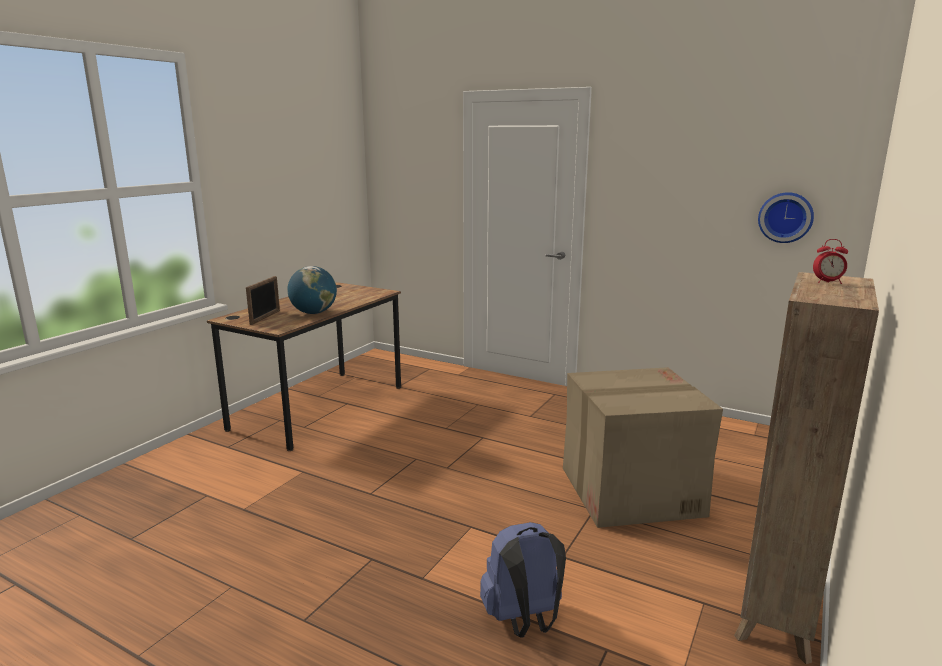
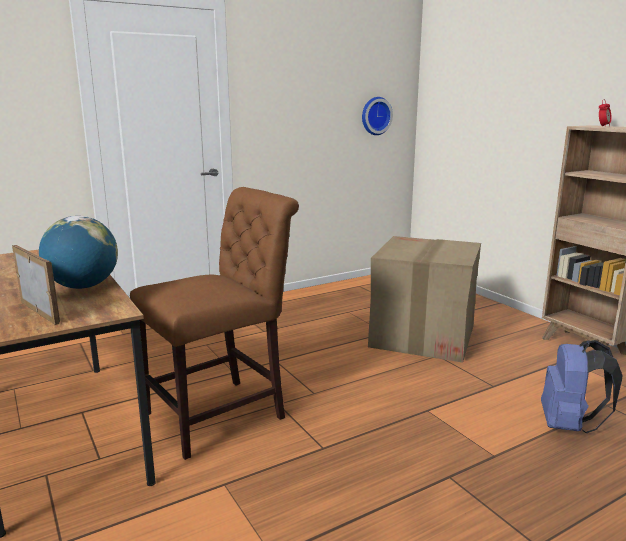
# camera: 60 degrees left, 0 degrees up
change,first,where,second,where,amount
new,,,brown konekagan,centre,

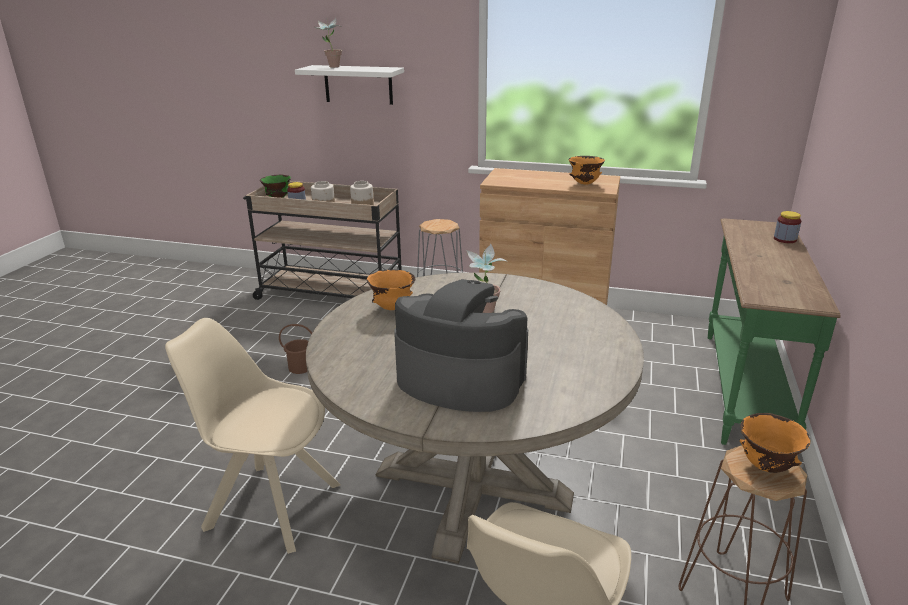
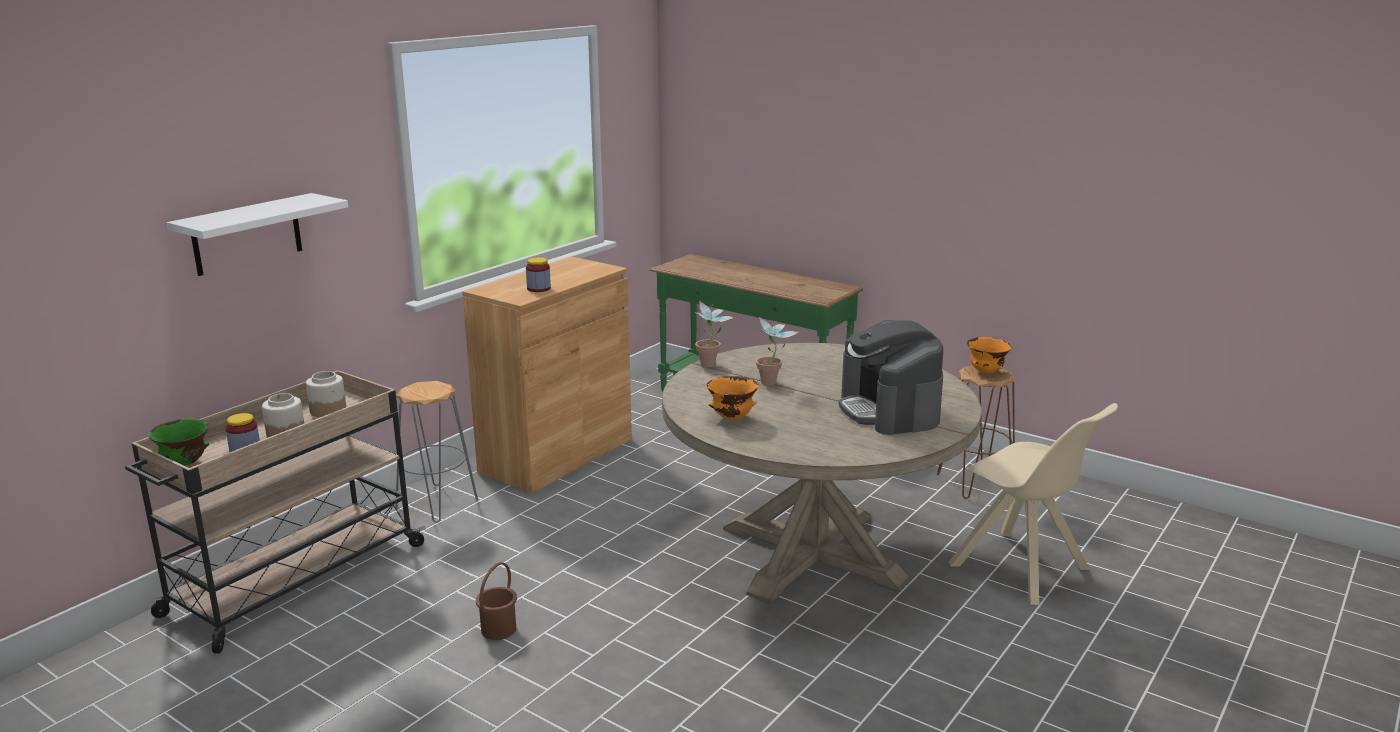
# camera: 70 degrees left, 5 degrees down
change,first,where,second,where,amount
shifted,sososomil (no. 1 from left),top centre,,centre,
gone,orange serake (no. 2 from left),top centre,,,
shifted,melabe (no. 4 from left),middle right,,centre,
rotated,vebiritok,centre,,centre,60 degrees counterclockwise
gone,beige konekagan (no. 1 from left),bottom left,,,

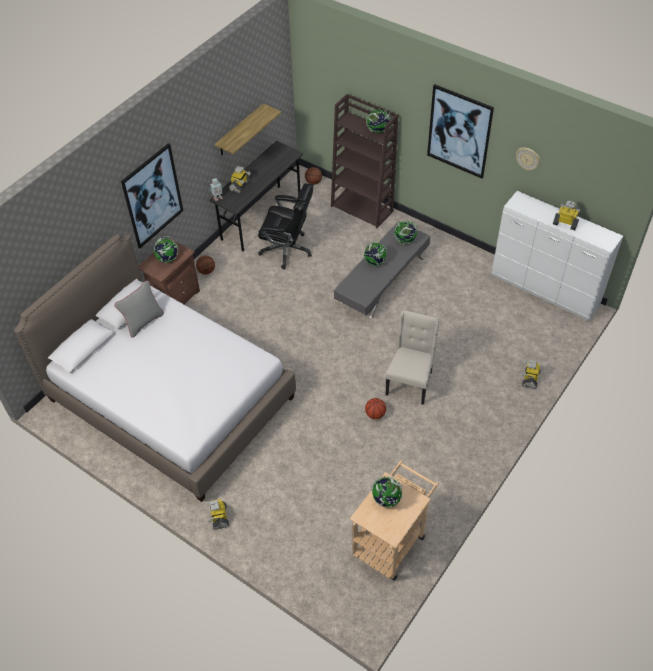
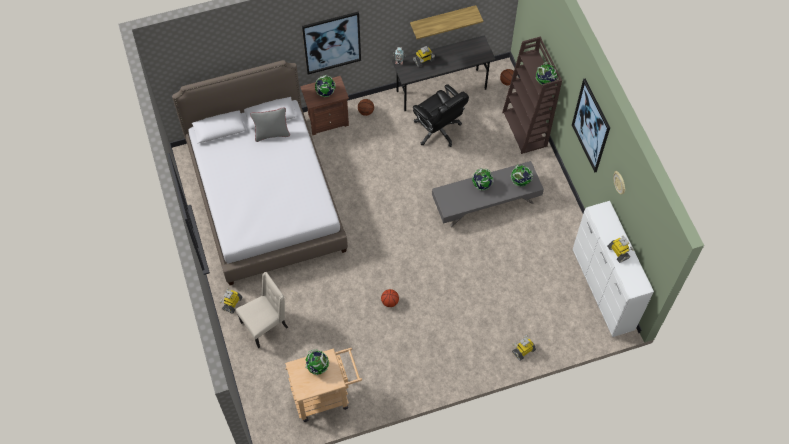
# camera: 35 degrees right, 10 degrees up
change,first,where,second,where,amount
shifted,beige konekagan,centre,,bottom left,

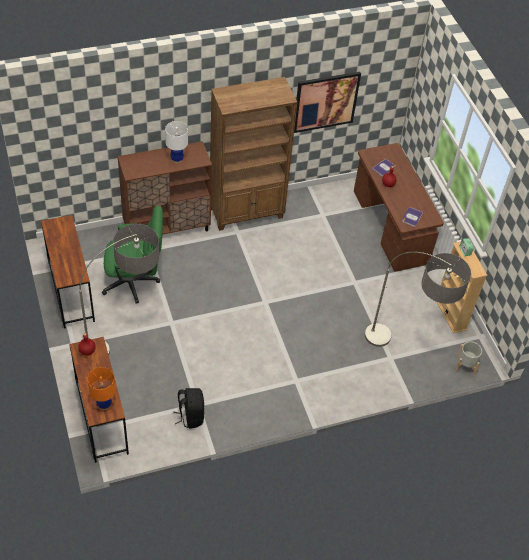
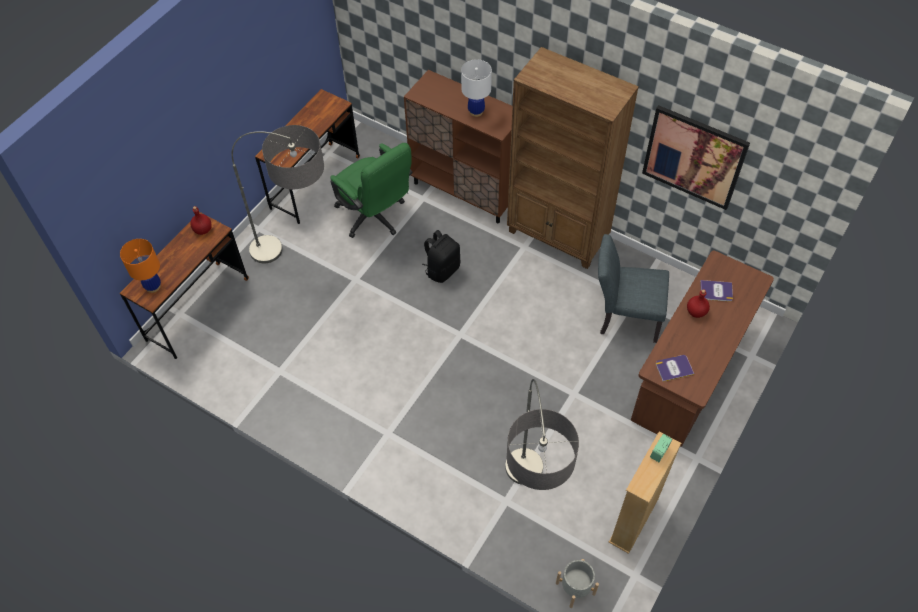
# camera: 55 degrees right, 5 degrees up
change,first,where,second,where,amount
shifted,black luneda,bottom centre,,centre,
new,,,grey konekagan,middle right,

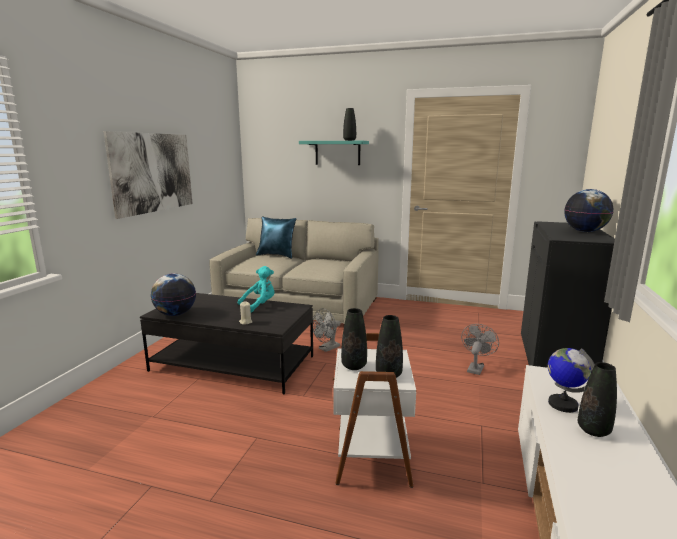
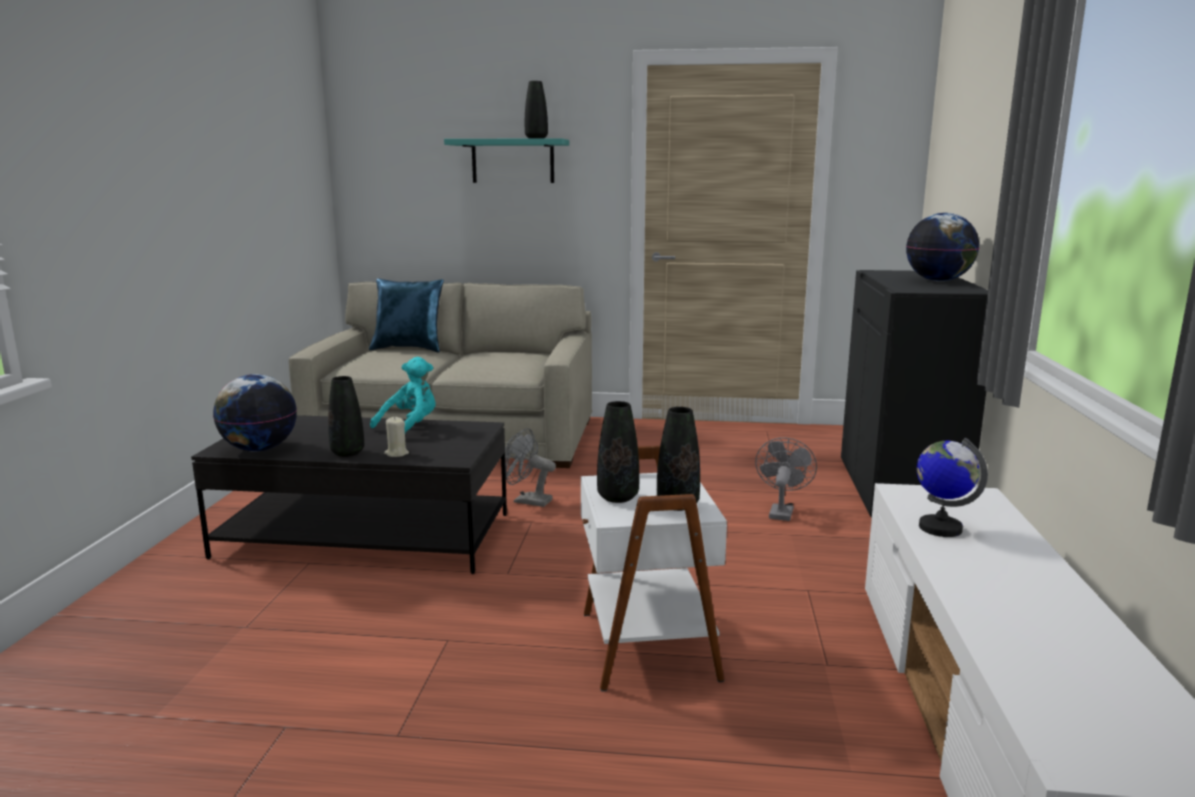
# camera: 10 degrees left, 0 degrees up
change,first,where,second,where,amount
gone,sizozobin,top left,,,
rotated,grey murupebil (no. 1 from left),centre,,centre,75 degrees clockwise
shifted,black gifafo (no. 4 from left in the first image),bottom right,black gifafo (no. 1 from left),middle left,

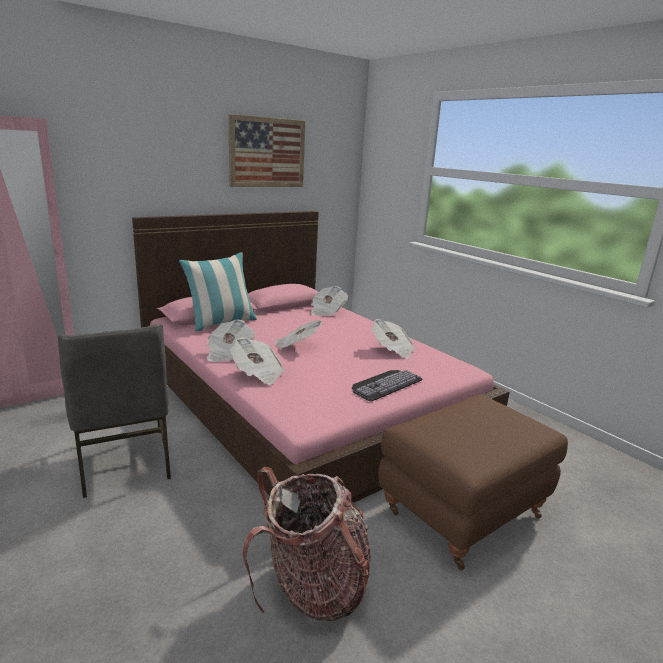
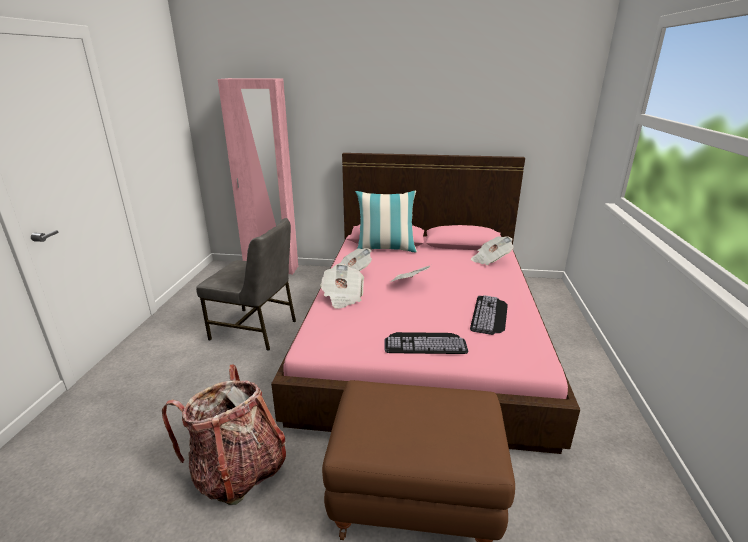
# camera: 45 degrees right, 5 degrees up
change,first,where,second,where,amount
gone,sizozobin,top centre,,,
swapped,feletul (no. 5 from left),centre,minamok (no. 2 from left),centre,
rotated,grey konekagan,middle left,,middle left,90 degrees counterclockwise

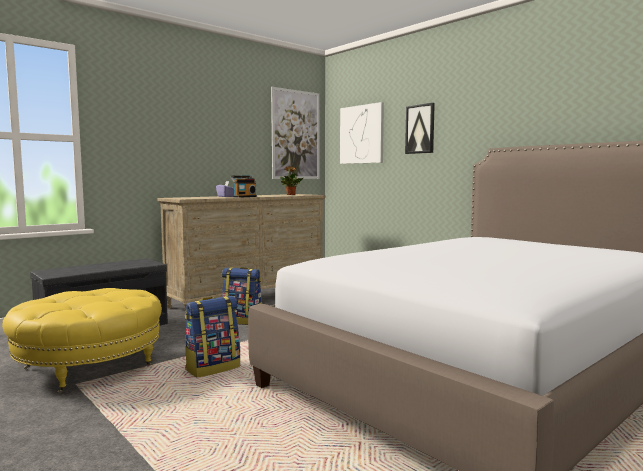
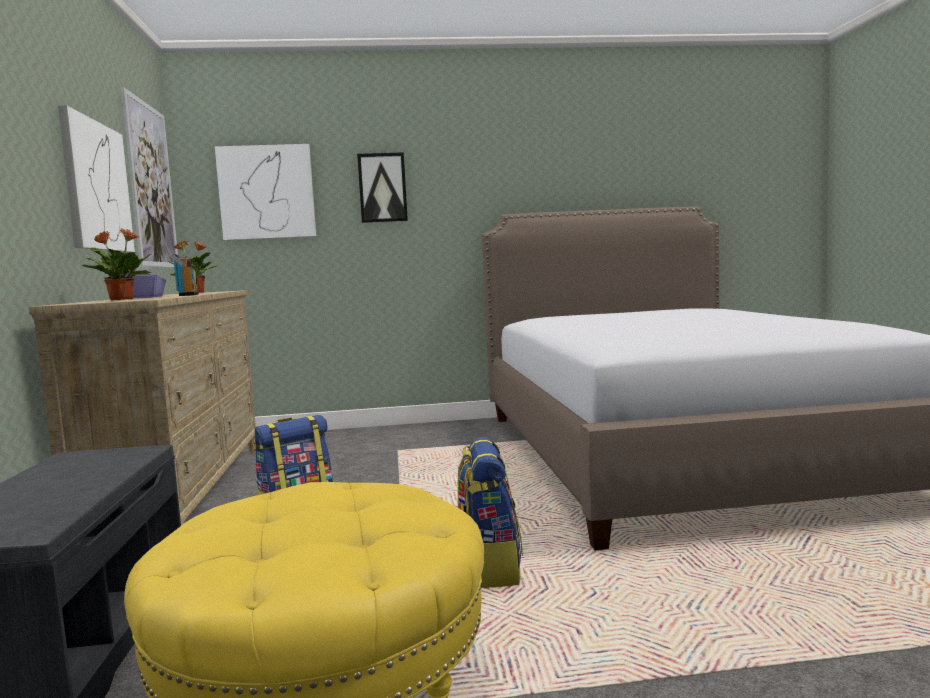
# camera: 55 degrees left, 0 degrees up
change,first,where,second,where,amount
new,,,sizozobin (no. 1 from left),top left,
new,,,sososomil (no. 1 from left),middle left,

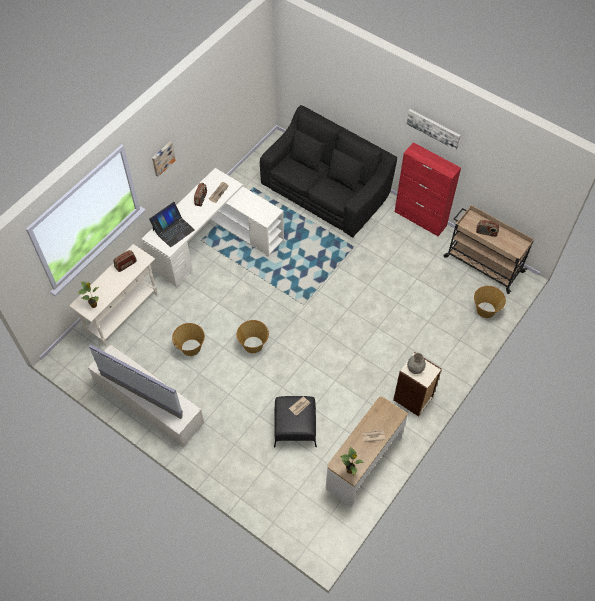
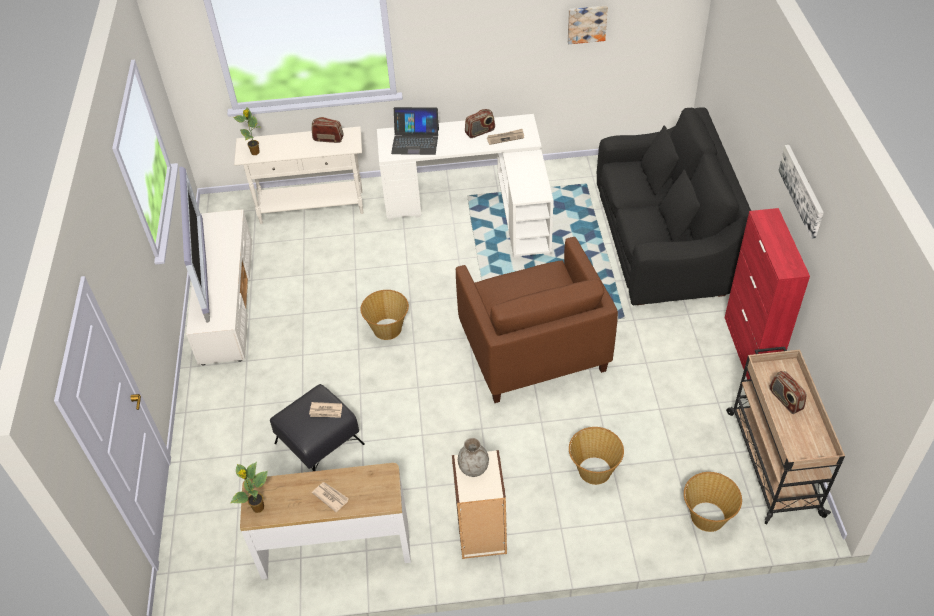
# camera: 50 degrees right, 10 degrees down
change,first,where,second,where,amount
shifted,sizozobin (no. 1 from left),top left,,top centre,
shifted,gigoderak (no. 1 from left in the first image),middle left,gigoderak (no. 2 from left),bottom centre,
new,,,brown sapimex,centre,

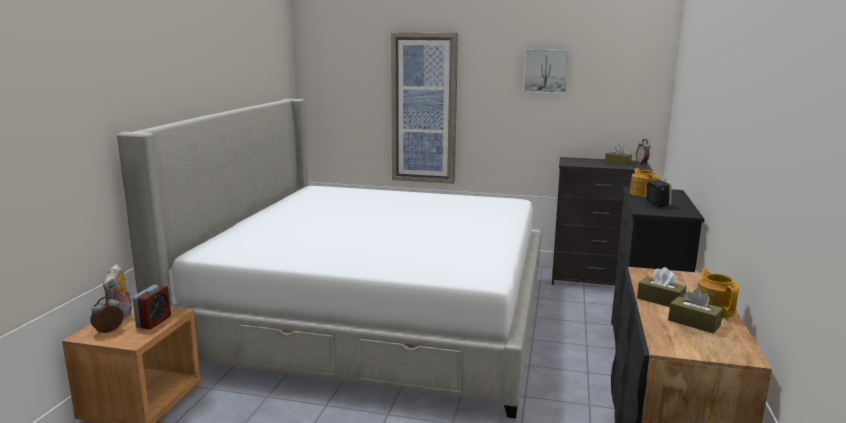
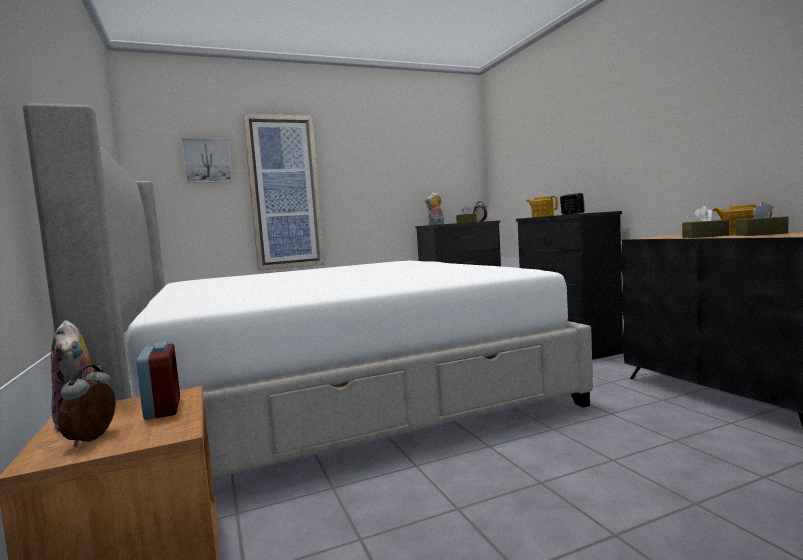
# camera: 35 degrees left, 10 degrees down
change,first,where,second,where,amount
shifted,sizozobin (no. 2 from left in the first image),top centre,sizozobin (no. 1 from left),top left,
new,,,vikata (no. 2 from left),centre,

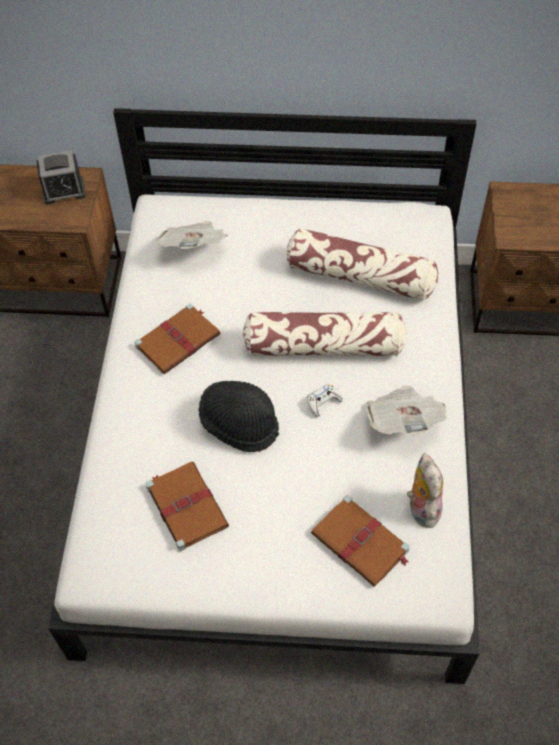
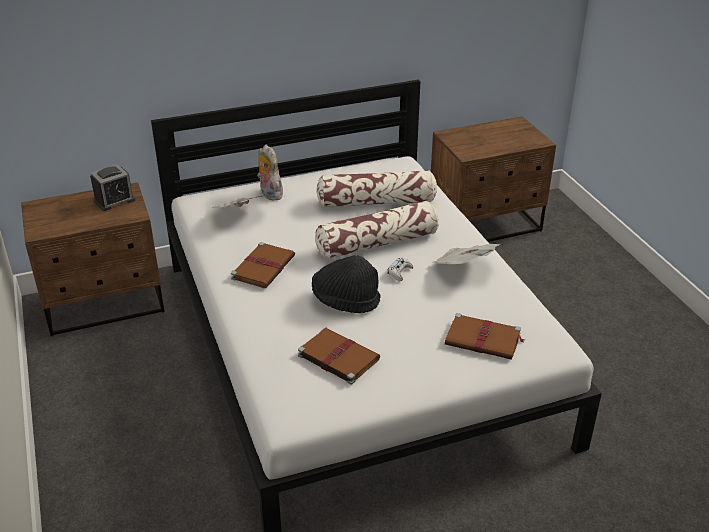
# camera: 25 degrees left, 20 degrees down
change,first,where,second,where,amount
shifted,vikata,middle right,,top centre,

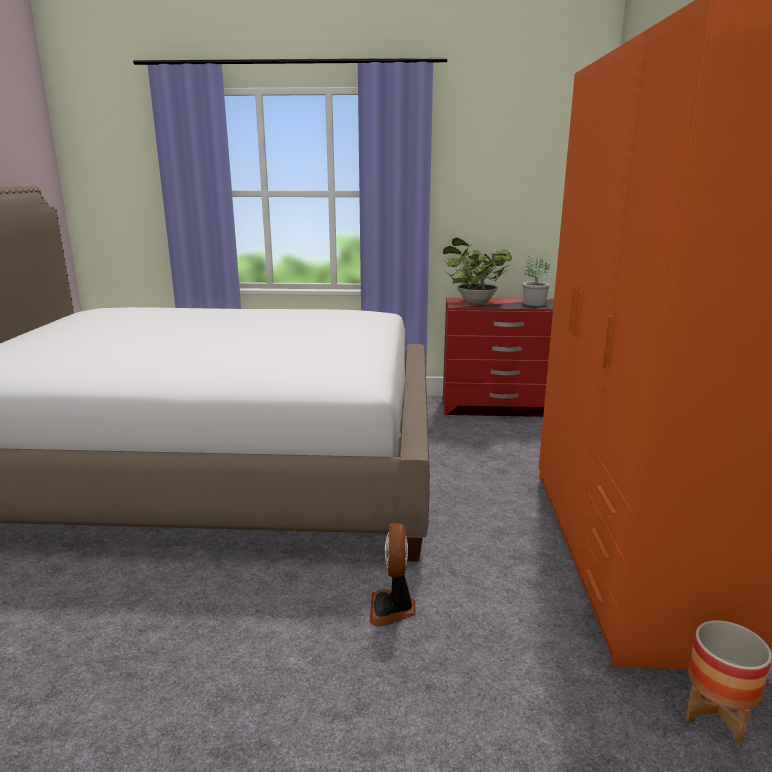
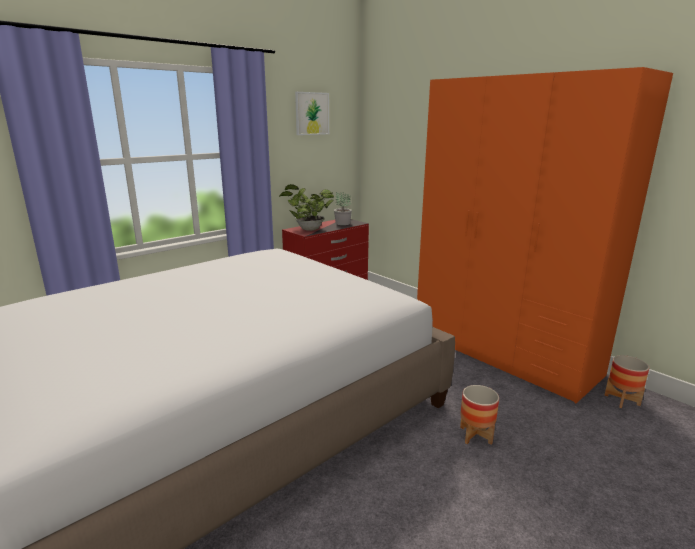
# camera: 45 degrees left, 0 degrees up
change,first,where,second,where,amount
swapped,murupebil,bottom centre,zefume (no. 1 from left),bottom right,
new,,,sizozobin,top centre,

